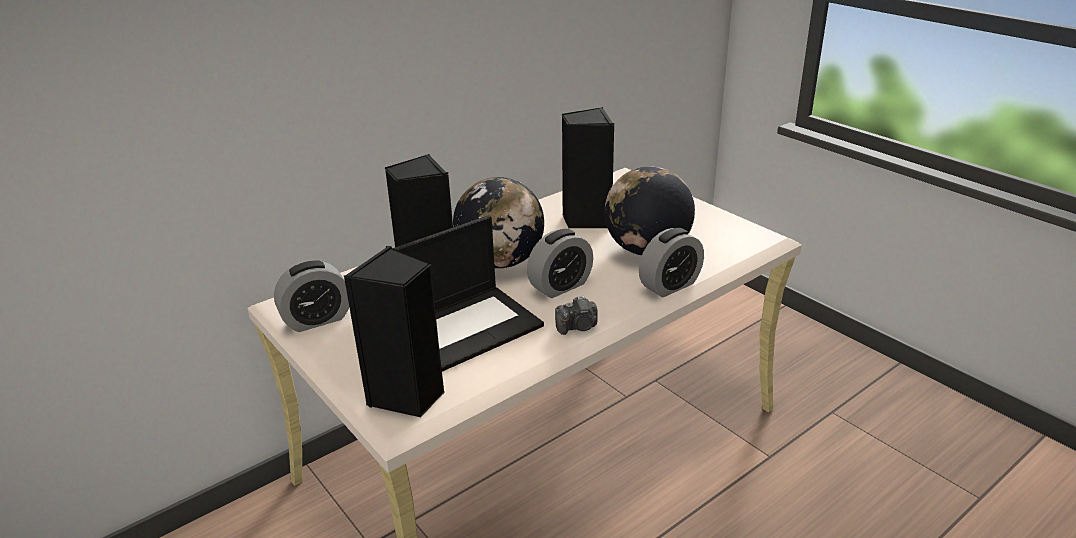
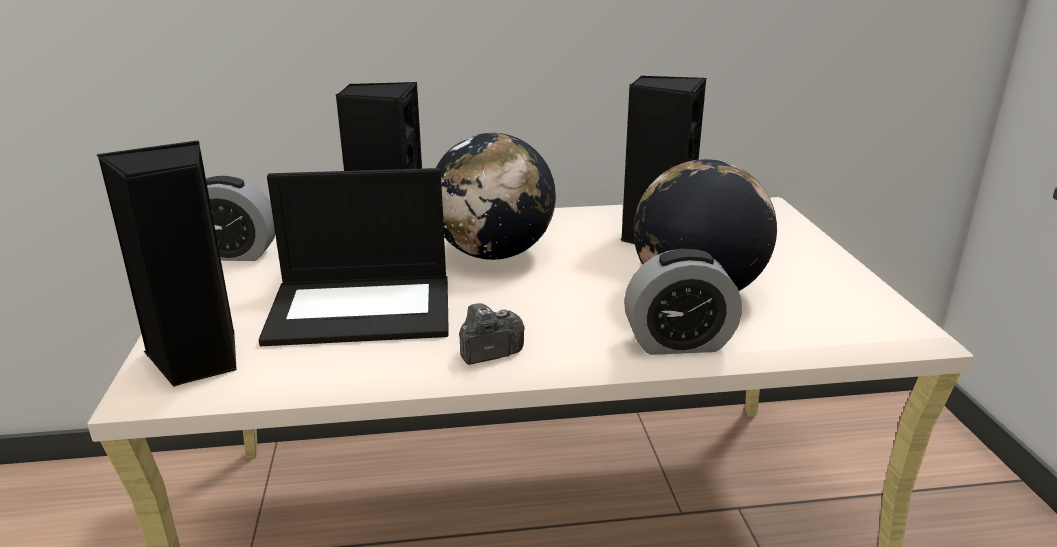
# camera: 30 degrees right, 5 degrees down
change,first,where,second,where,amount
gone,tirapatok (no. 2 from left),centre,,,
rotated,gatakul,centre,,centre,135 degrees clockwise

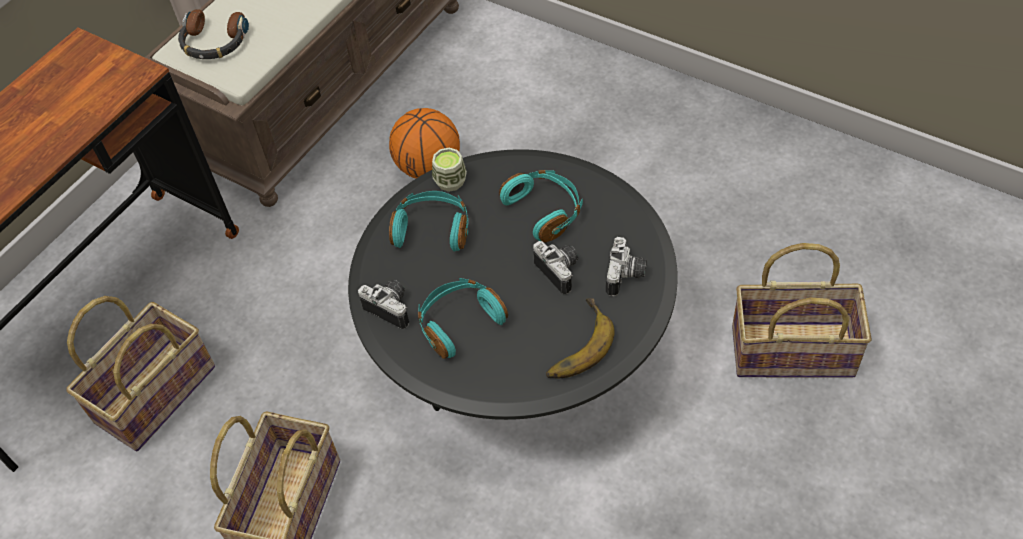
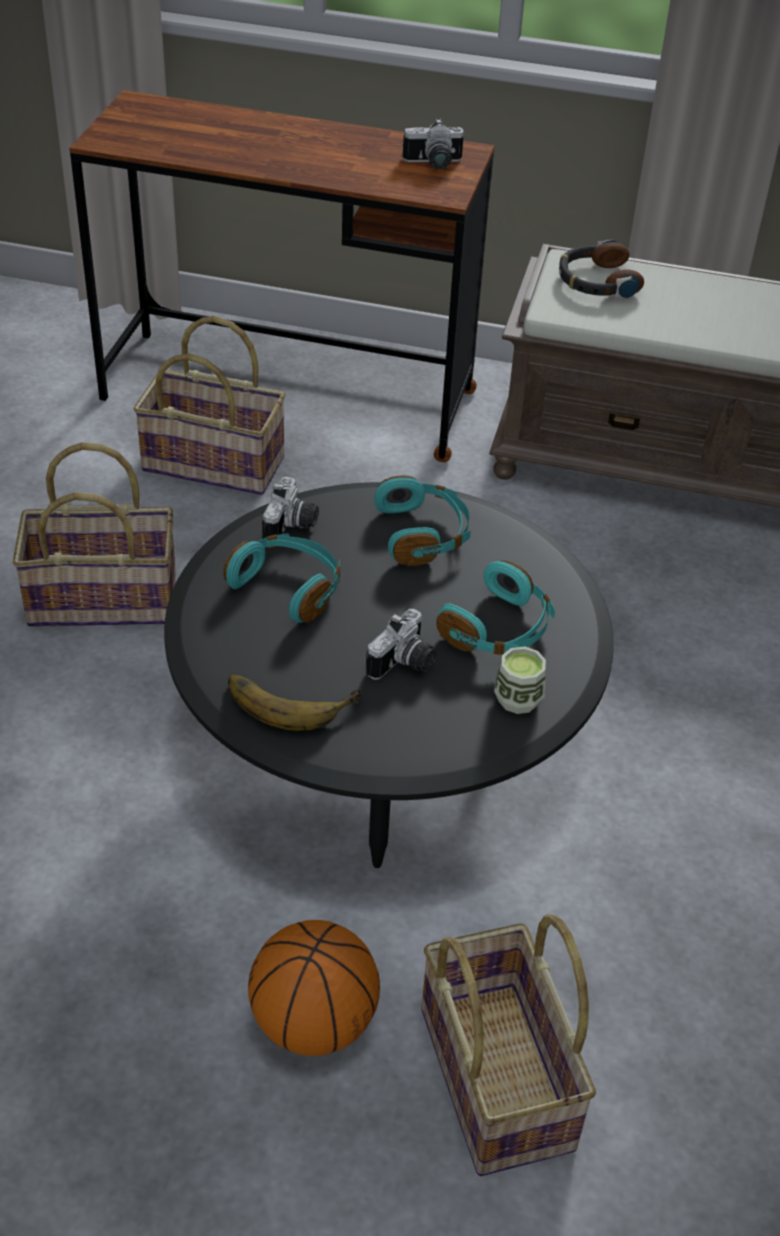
# camera: 65 degrees right, 10 degrees down
change,first,where,second,where,amount
shifted,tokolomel,top centre,,bottom centre,
shifted,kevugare,top centre,,middle right,
shifted,gatakul (no. 3 from left),centre,,top centre,

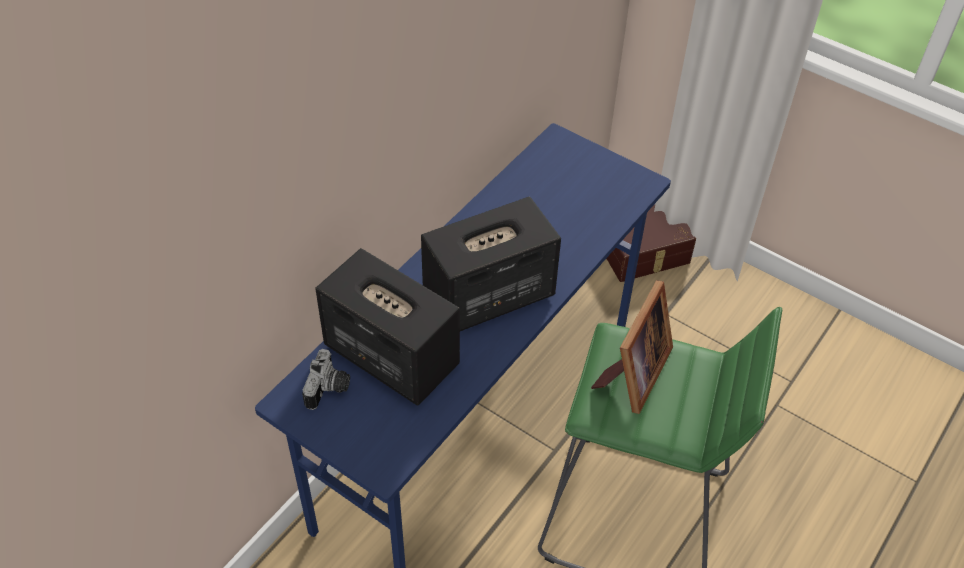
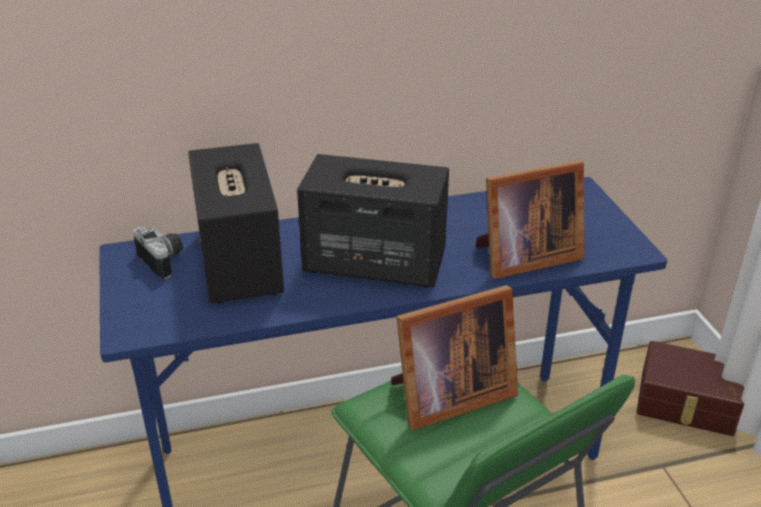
# camera: 40 degrees right, 15 degrees down
change,first,where,second,where,amount
rotated,gatakul,bottom centre,,middle left,90 degrees counterclockwise
new,,,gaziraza (no. 2 from left),middle right,

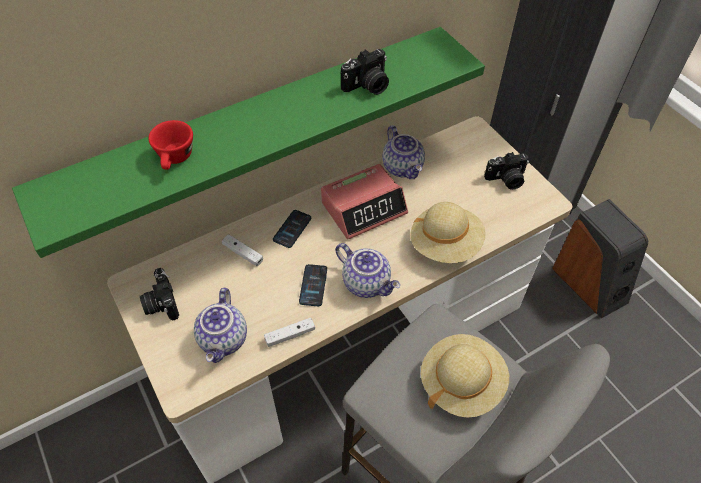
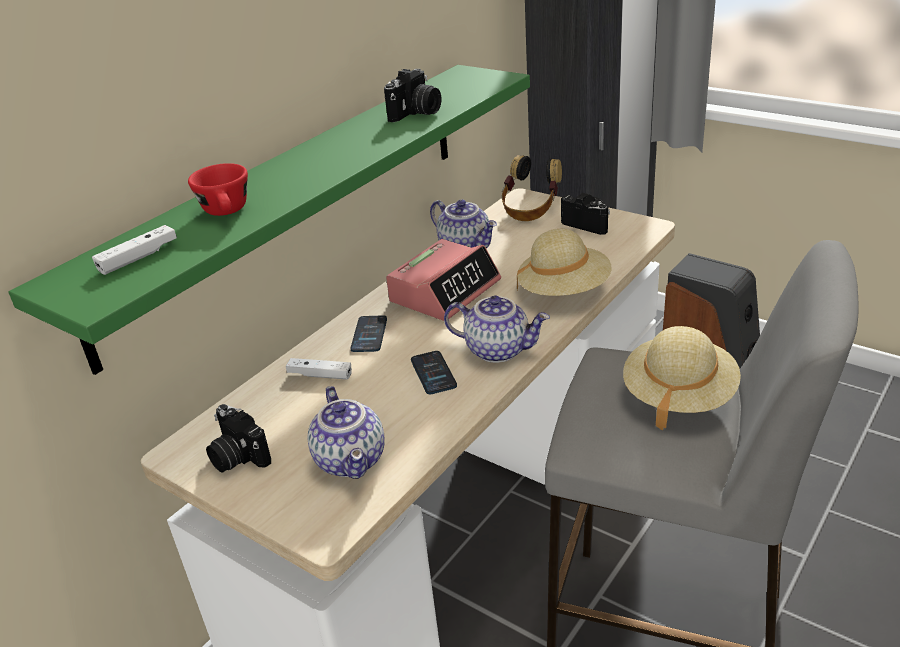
# camera: 20 degrees left, 20 degrees down
change,first,where,second,where,amount
rotated,gatakul (no. 3 from left),middle right,,top centre,105 degrees counterclockwise
shifted,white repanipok (no. 2 from left in the first image),bottom centre,white repanipok (no. 1 from left),middle left,
new,,,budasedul,top centre,

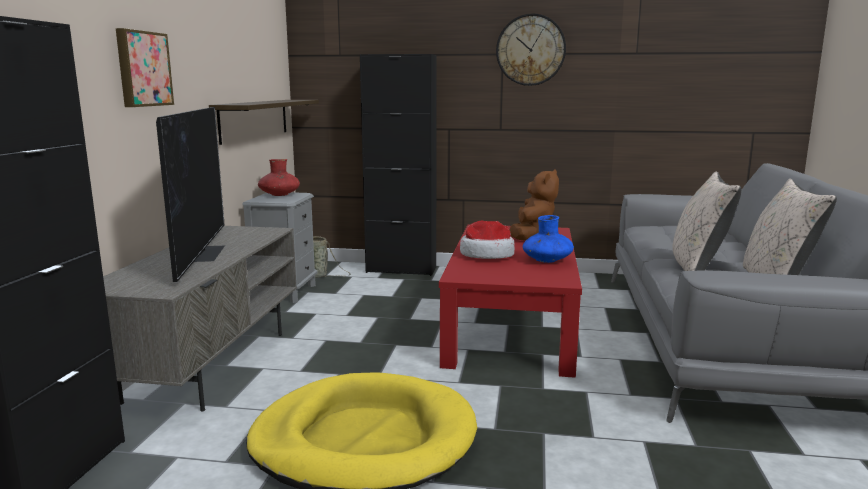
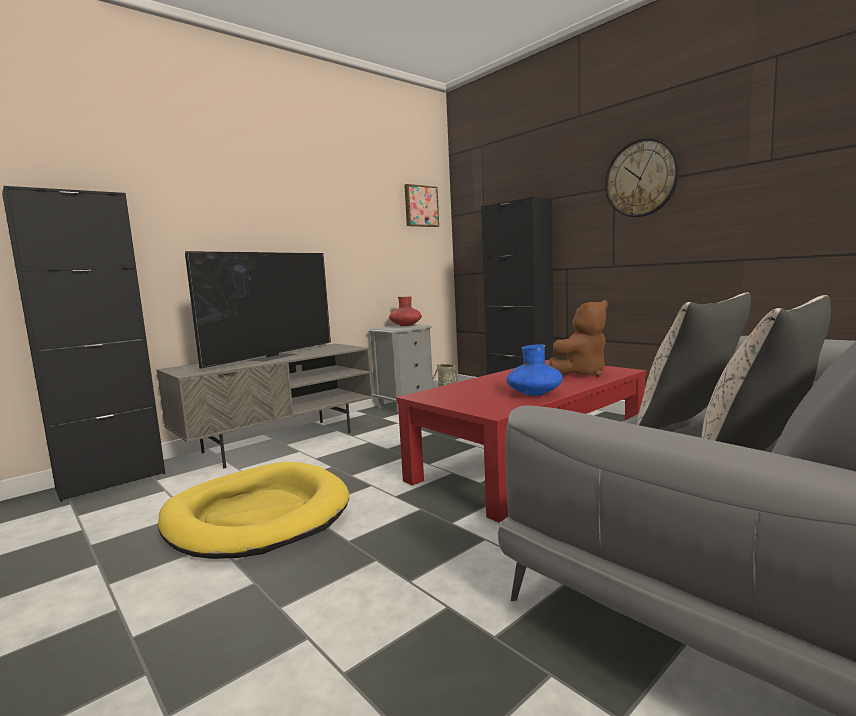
# camera: 40 degrees right, 5 degrees down
change,first,where,second,where,amount
shifted,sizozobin,top left,,top centre,
gone,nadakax,top left,,,
gone,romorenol,centre,,,

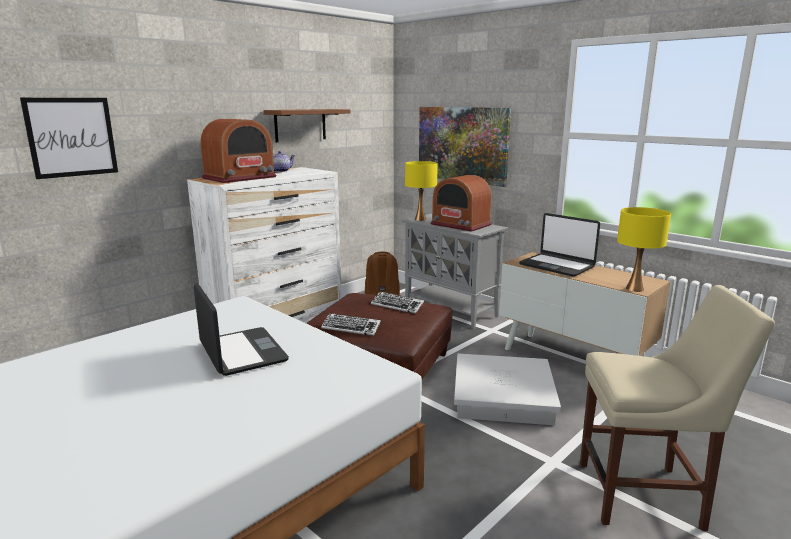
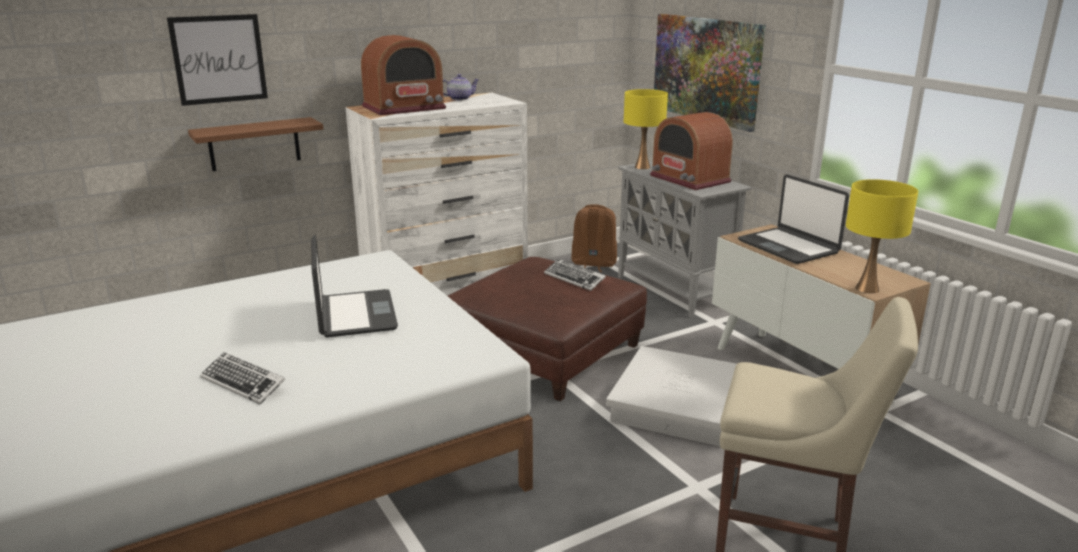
# camera: 15 degrees right, 5 degrees up
change,first,where,second,where,amount
shifted,brown nadakax,top centre,,top left,
shifted,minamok (no. 1 from left),centre,,bottom left,

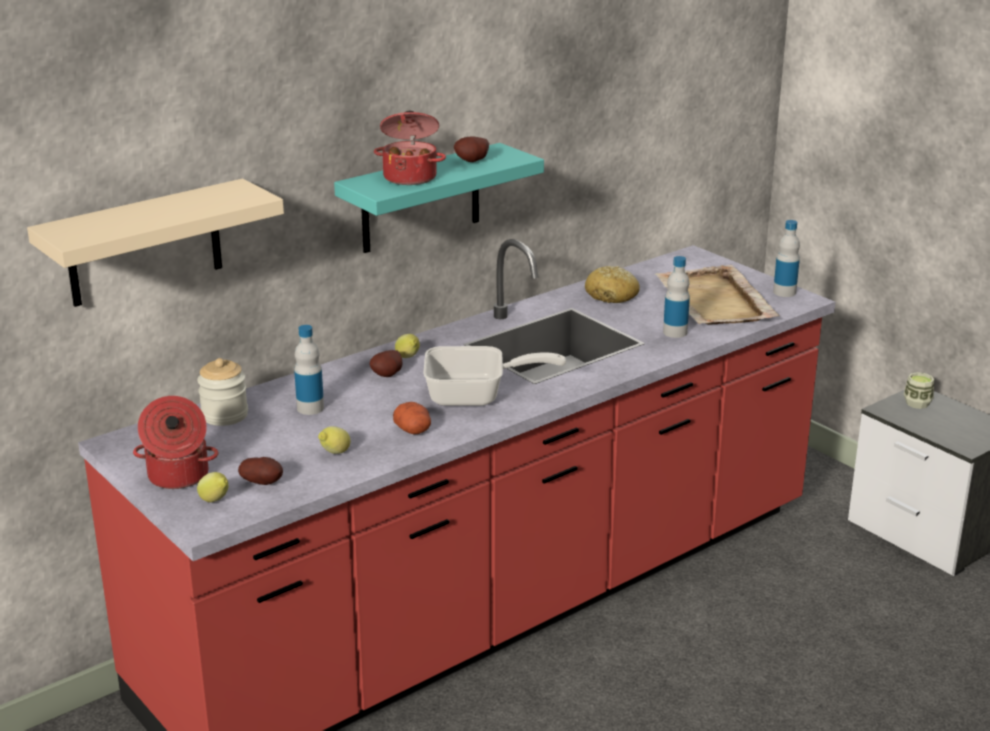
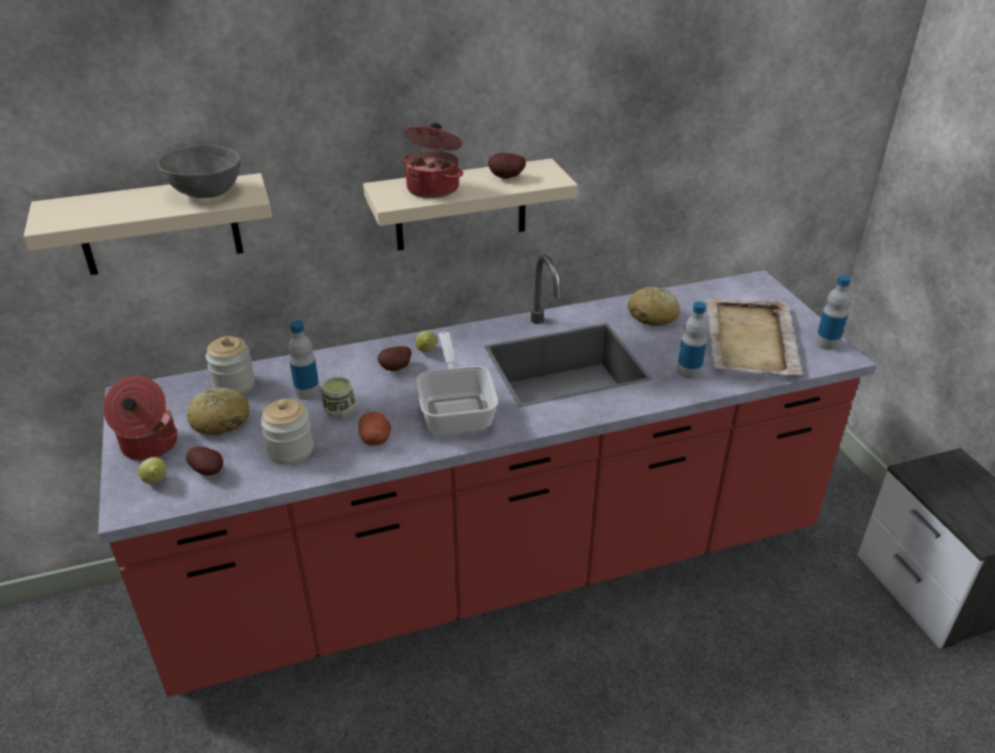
# camera: 20 degrees right, 10 degrees up
change,first,where,second,where,amount
repainted,turquoise nadakax,top centre,beige nadakax (no. 2 from left),top centre,
rotated,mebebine,centre,,centre,120 degrees counterclockwise
shifted,kevugare,middle right,,centre,
swapped,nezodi (no. 2 from left),centre,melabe (no. 2 from left),middle left,
new,,,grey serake,top left,
new,,,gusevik (no. 1 from left),middle left,

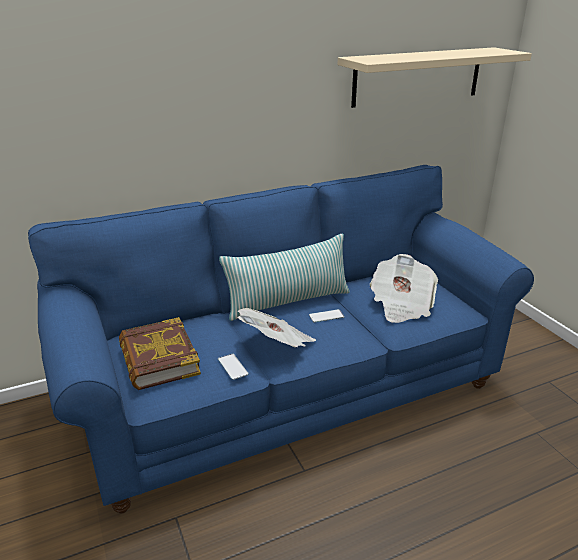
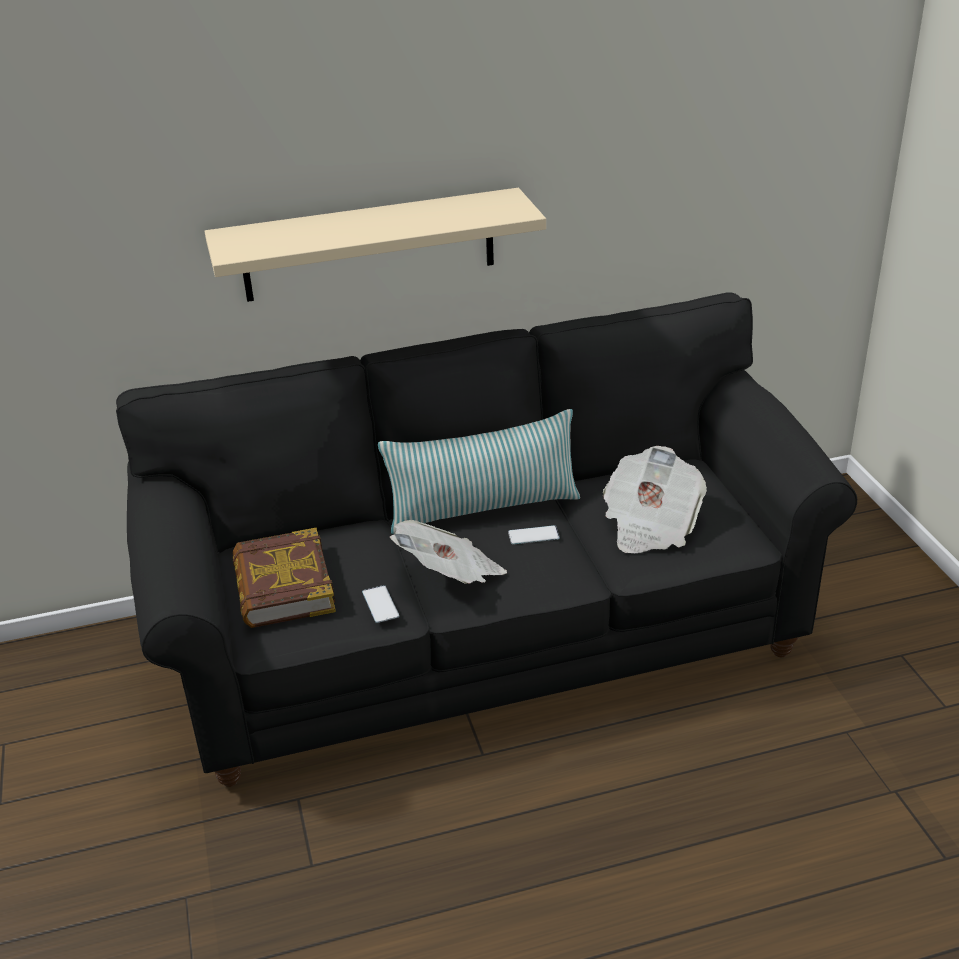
# camera: 10 degrees right, 5 degrees up
change,first,where,second,where,amount
shifted,beige nadakax,top right,,top centre,
repainted,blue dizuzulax,centre,black dizuzulax,centre,

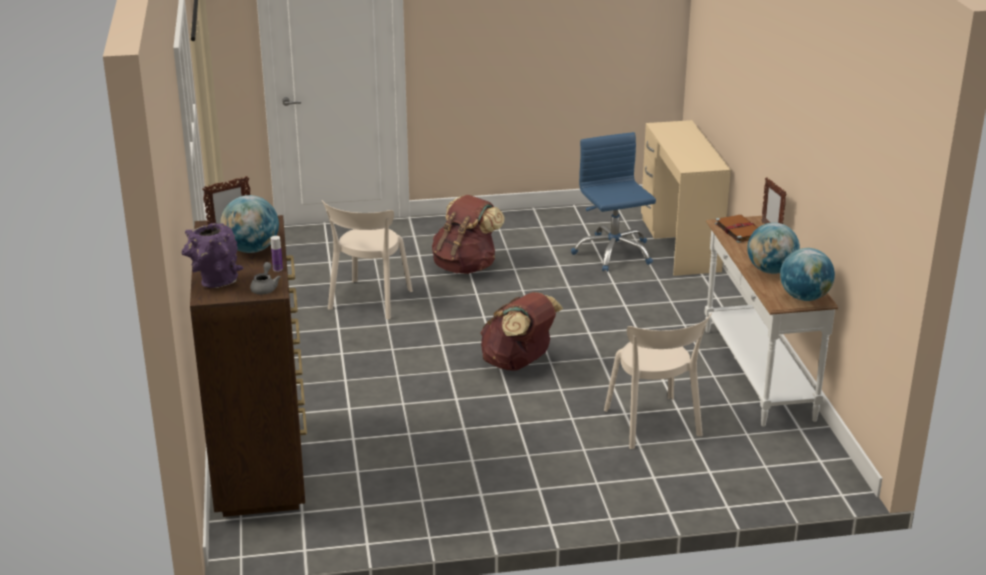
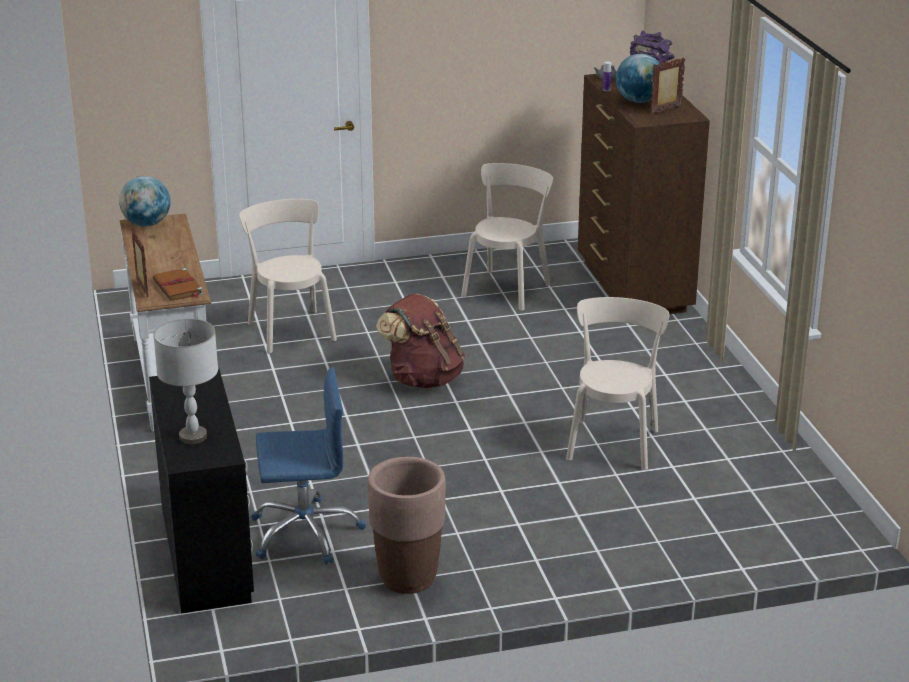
# camera: 175 degrees right, 0 degrees up
change,first,where,second,where,amount
repainted,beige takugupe,middle right,black takugupe,bottom left,
rotated,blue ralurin,centre,,bottom centre,75 degrees counterclockwise
gone,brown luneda (no. 1 from left),centre,,,
gone,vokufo (no. 2 from left),middle right,,,
new,,,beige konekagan (no. 2 from left),centre,
new,,,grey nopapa,middle left,
new,,,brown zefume,bottom centre,

